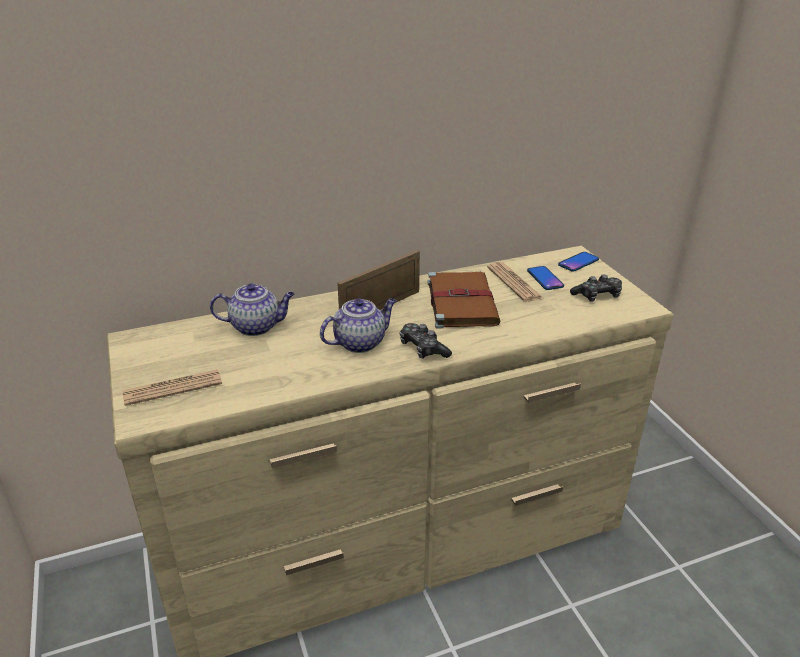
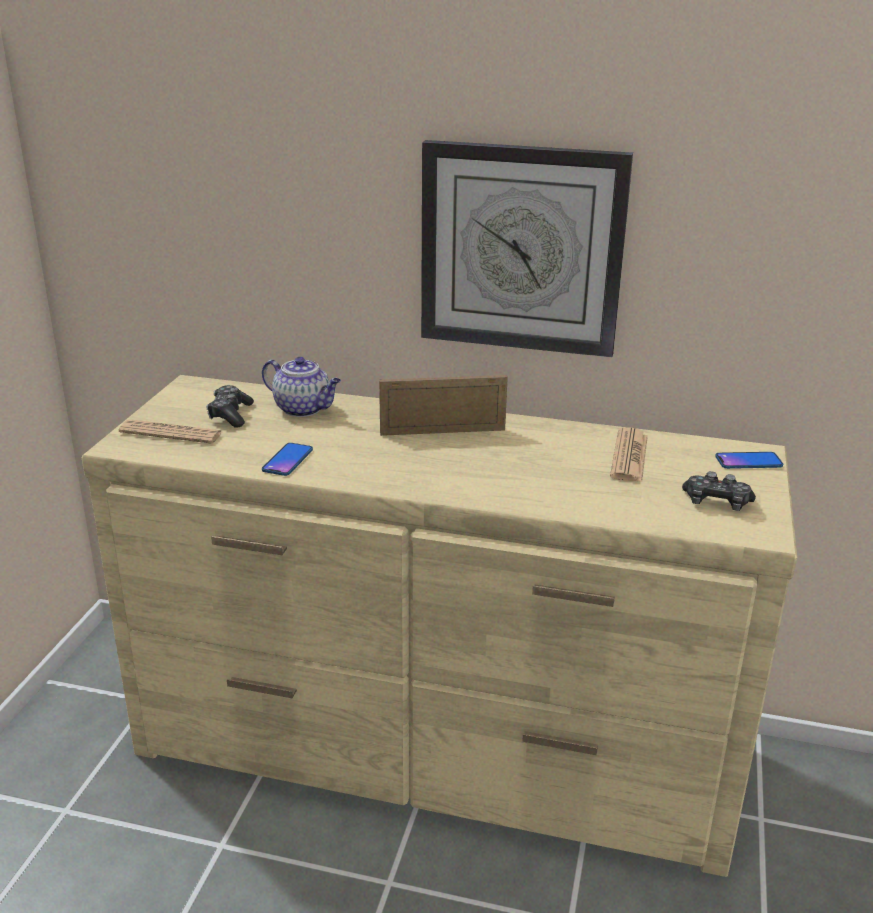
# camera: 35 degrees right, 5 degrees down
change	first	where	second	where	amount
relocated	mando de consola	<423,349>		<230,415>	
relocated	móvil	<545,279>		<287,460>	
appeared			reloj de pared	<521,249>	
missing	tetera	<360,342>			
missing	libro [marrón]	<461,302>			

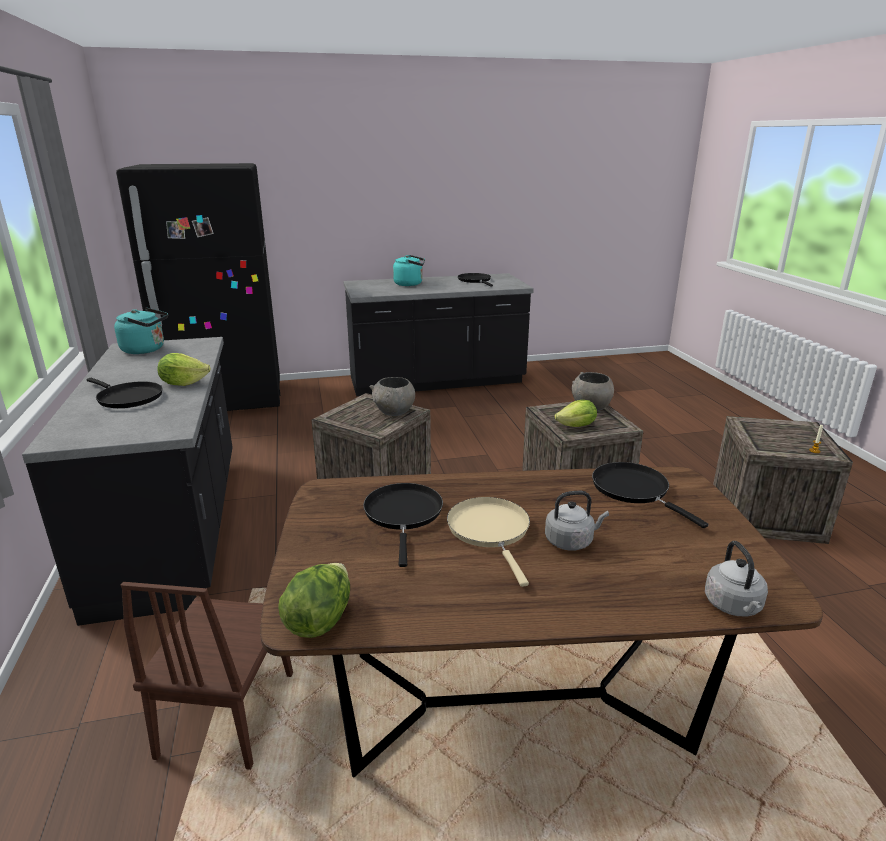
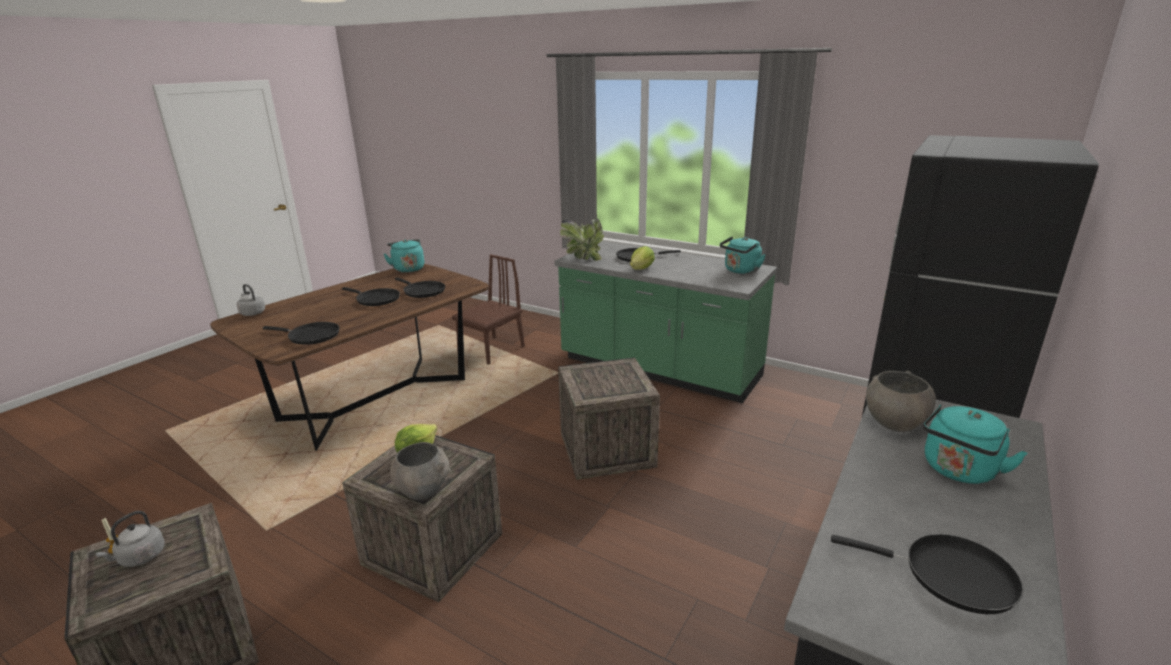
# camera: 135 degrees right, 0 degrees up
change	first	where	second	where	amount
relocated	hervidor [gris]	<571,541>		<140,558>	
colour	sartén [beis]	<490,531>	sartén [negro]	<376,299>	
exchanged	lechuga	<320,619>	hervidor [turquesa]	<408,268>	
spun	silla [marrón]	<228,713>		<491,350>	75 degrees clockwise
colour	mueble bajo de cocina [negro]	<174,527>	mueble bajo de cocina [verde]	<659,369>	
appeared			planta en maceta	<584,258>	
relocated	cuenco [gris]	<394,412>		<894,423>	

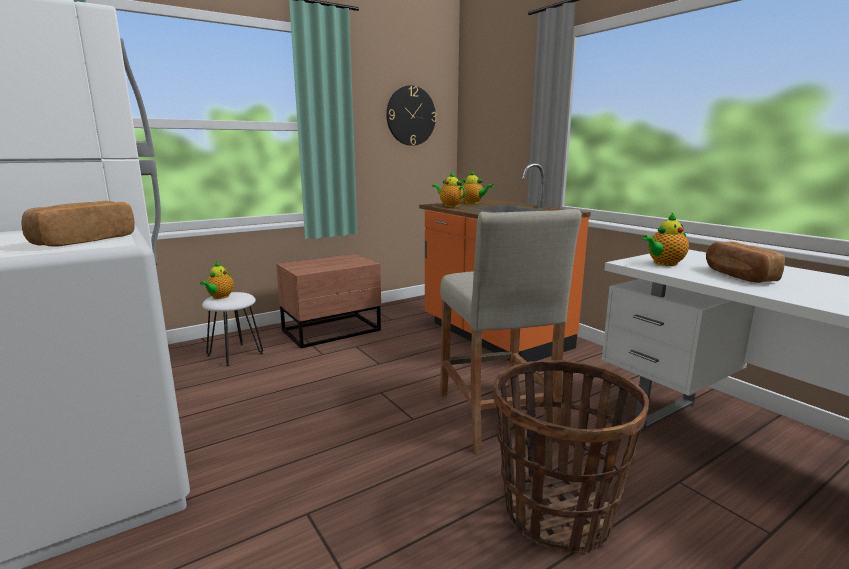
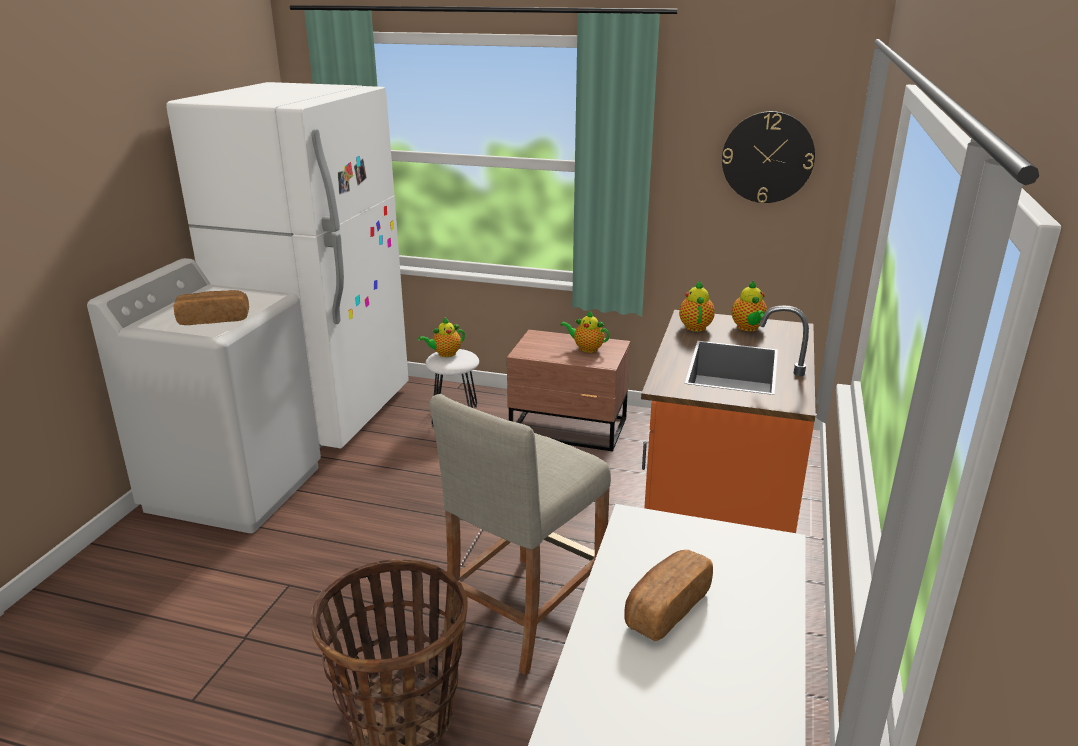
# camera: 50 degrees right, 10 degrees up
change	first	where	second	where	amount
relocated	tetera	<663,263>		<586,348>	

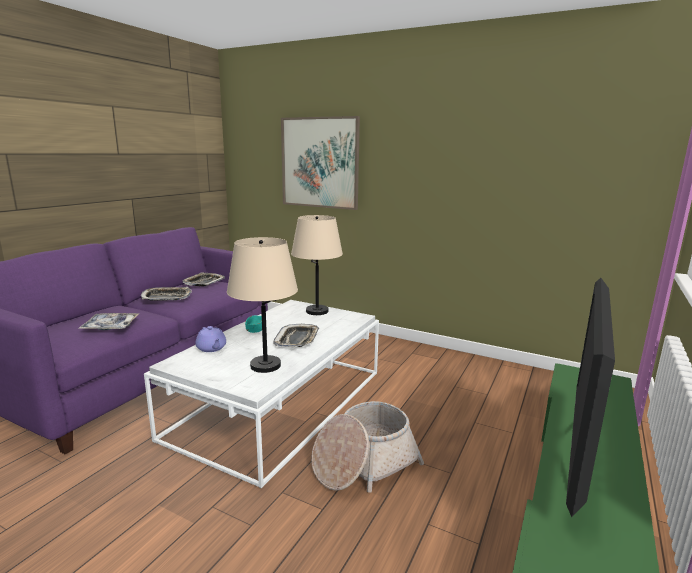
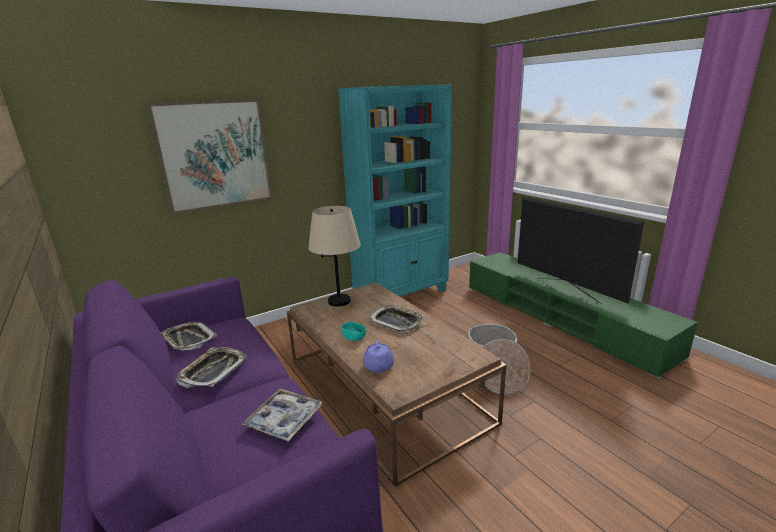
# camera: 60 degrees left, 5 degrees up
change	first	where	second	where	amount
colour	mesa de centro [blanco]	<280,402>	mesa de centro [marrón]	<384,389>	
appeared			estantería [turquesa]	<402,294>	
spun	tetera [morado]	<211,348>		<378,366>	90 degrees clockwise
missing	lámpara de mesa [beis]	<265,366>			

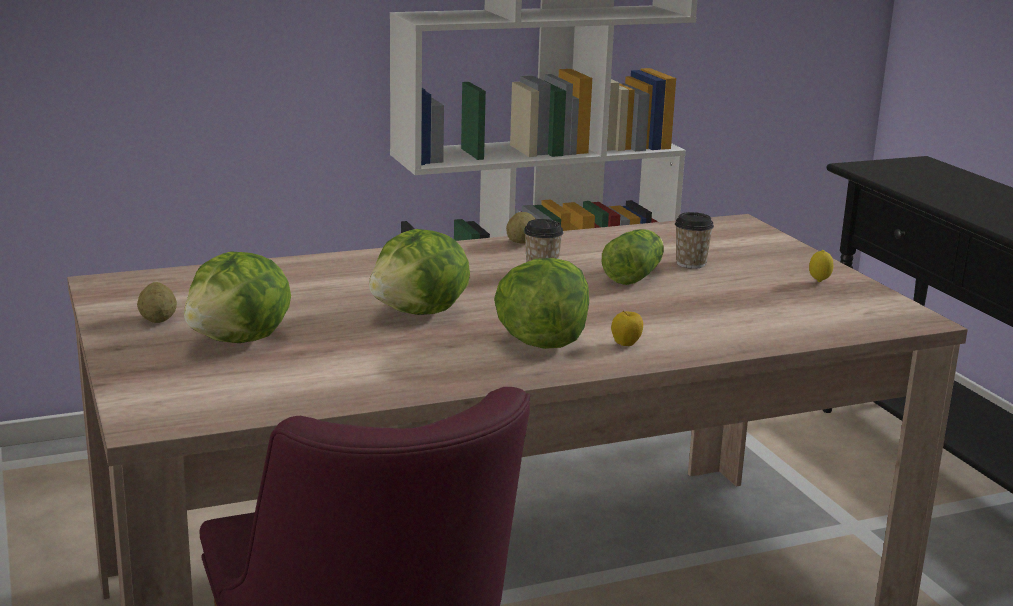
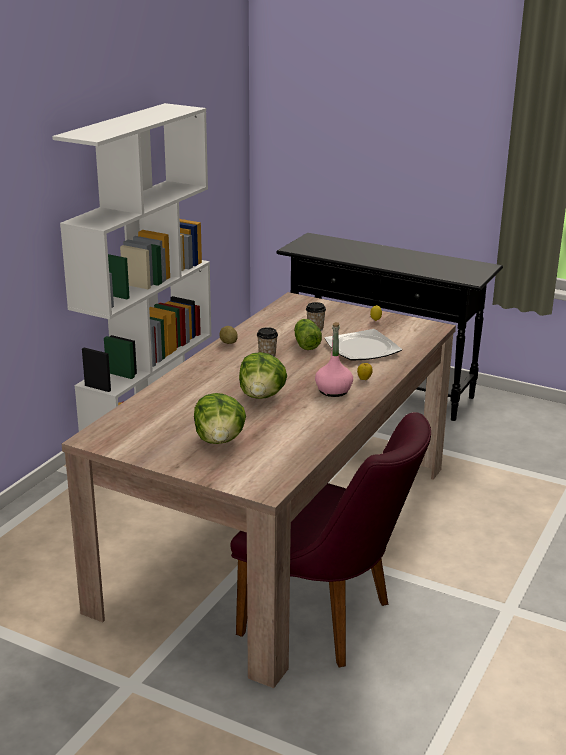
# camera: 40 degrees left, 5 degrees up
change	first	where	second	where	amount
exchanged	lechuga	<541,342>	botella [rosa]	<333,391>	
appeared			plato	<361,348>	
missing	patata	<158,320>			

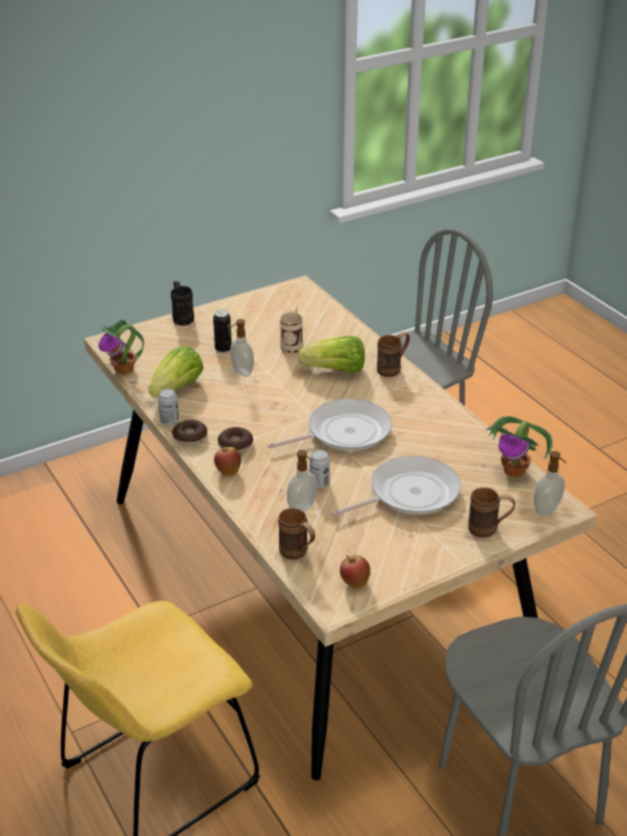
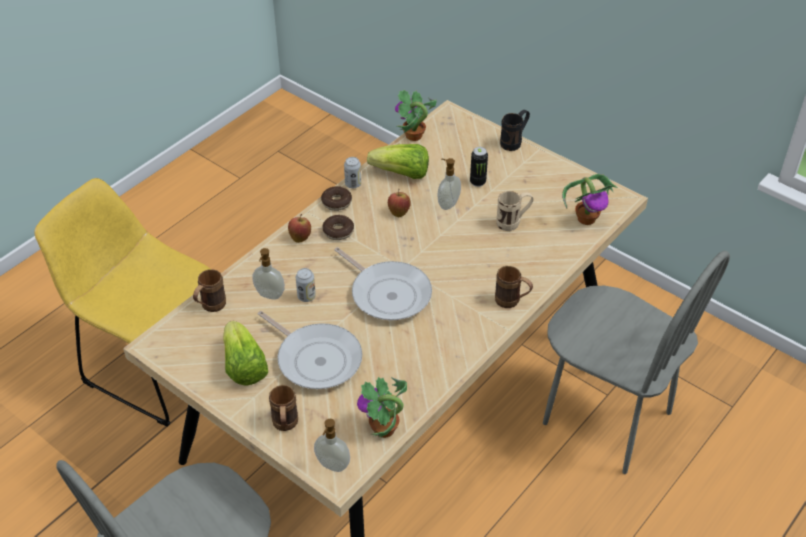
# camera: 70 degrees right, 10 degrees up
change	first	where	second	where	amount
relocated	lechuga	<336,371>		<244,366>	
relocated	manzana	<354,582>		<398,212>	
appeared			planta en maceta	<587,218>	

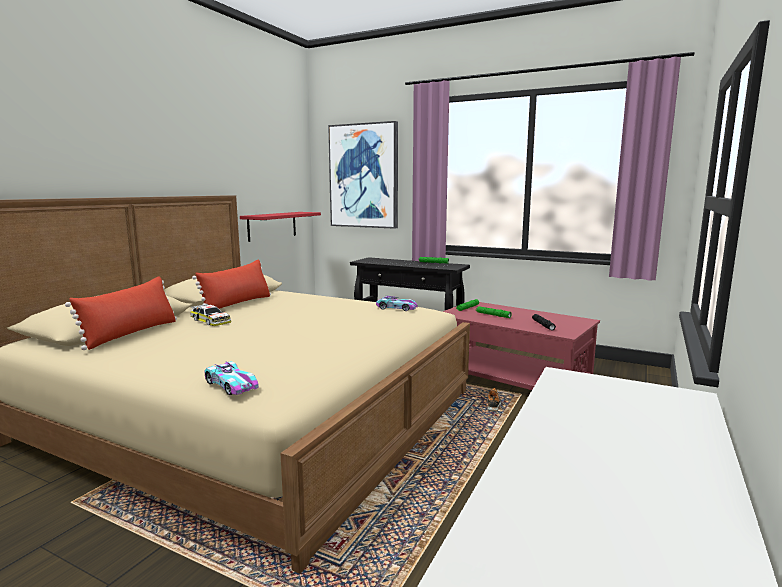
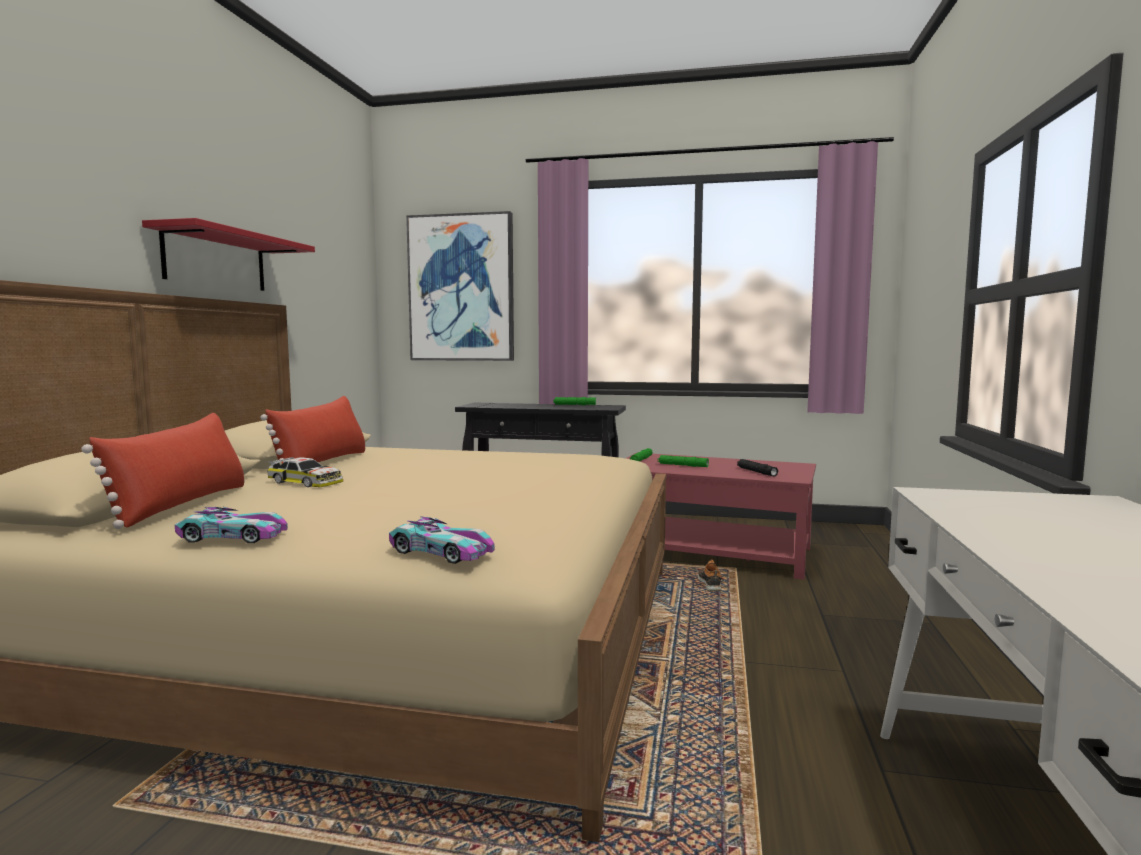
# camera: 15 degrees left, 5 degrees down
change	first	where	second	where	amount
relocated	estante [rojo]	<272,226>		<216,260>	
relocated	coche de juguete	<396,308>		<233,536>	

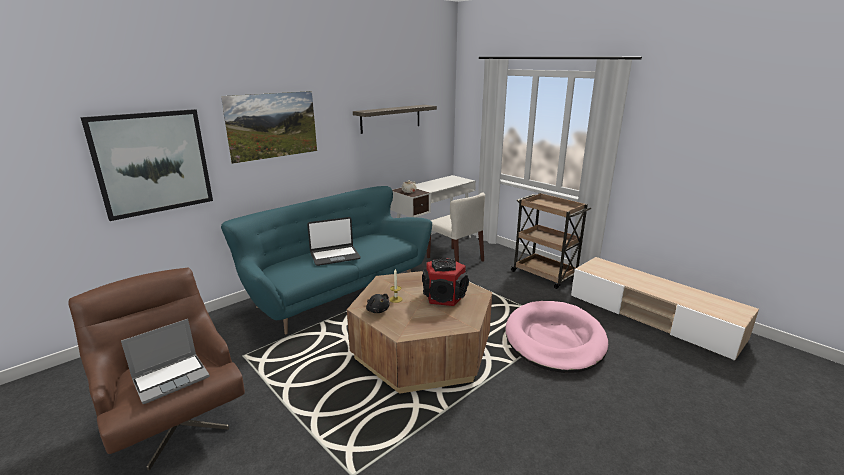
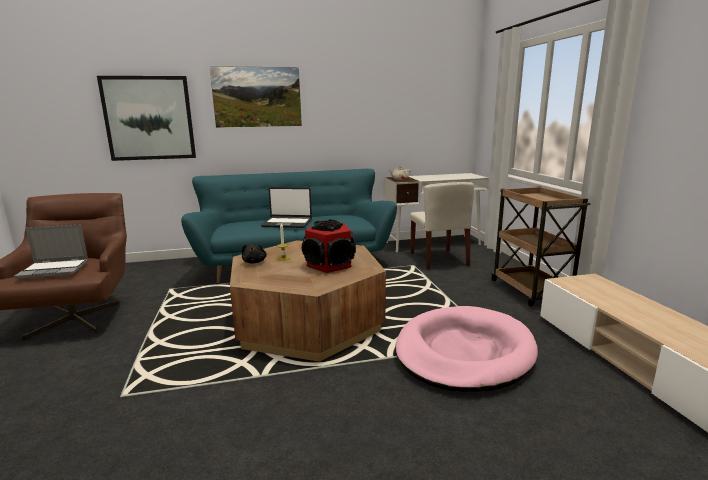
# camera: 30 degrees right, 5 degrees down
change	first	where	second	where	amount
missing	estante	<391,118>			

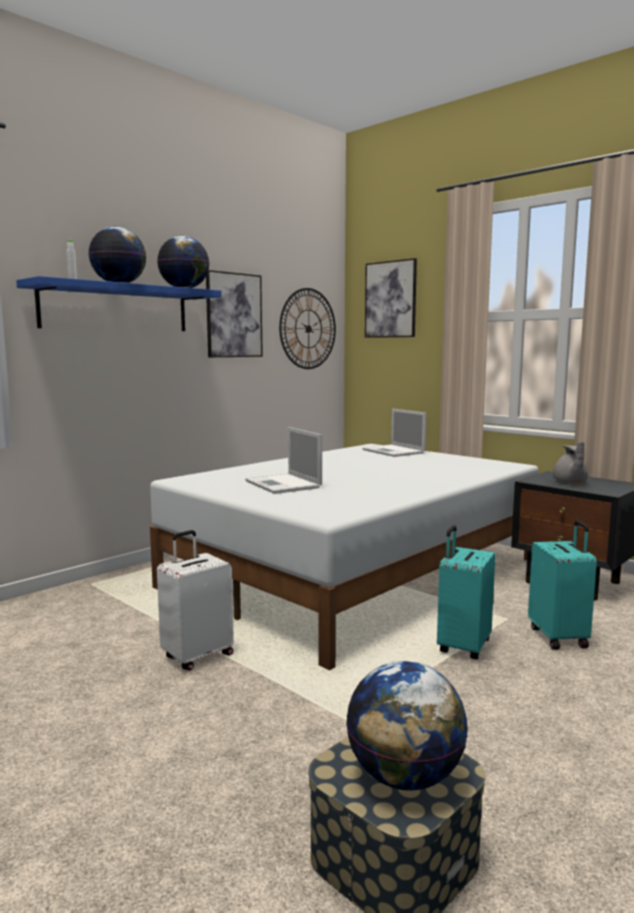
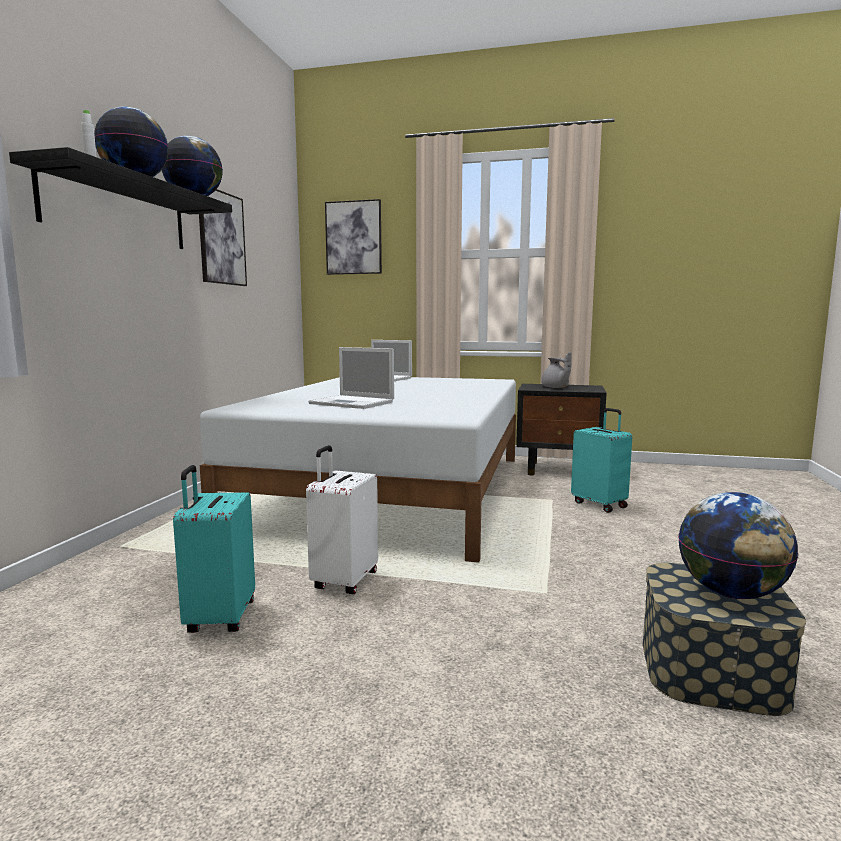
# camera: 30 degrees left, 0 degrees up
change	first	where	second	where	amount
colour	estante [azul]	<116,308>	estante [negro]	<118,211>	
relocated	maleta [turquesa]	<462,646>		<219,618>	
missing	reloj de pared	<308,329>			

